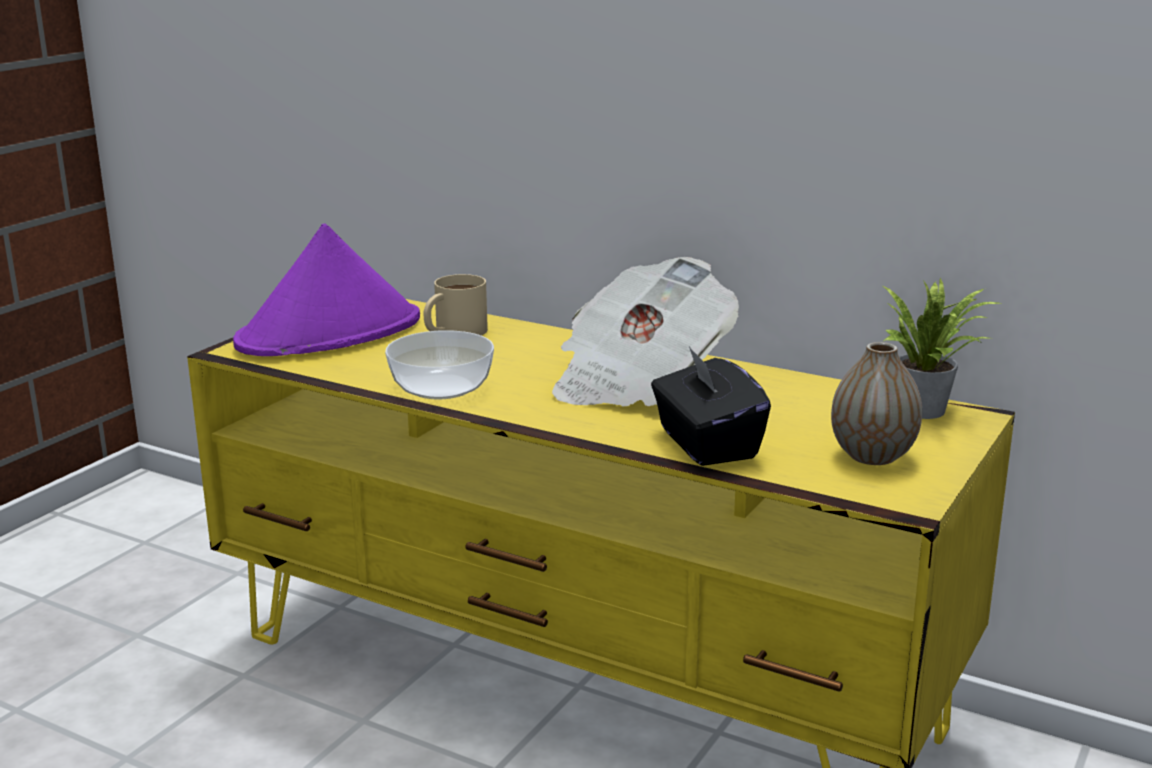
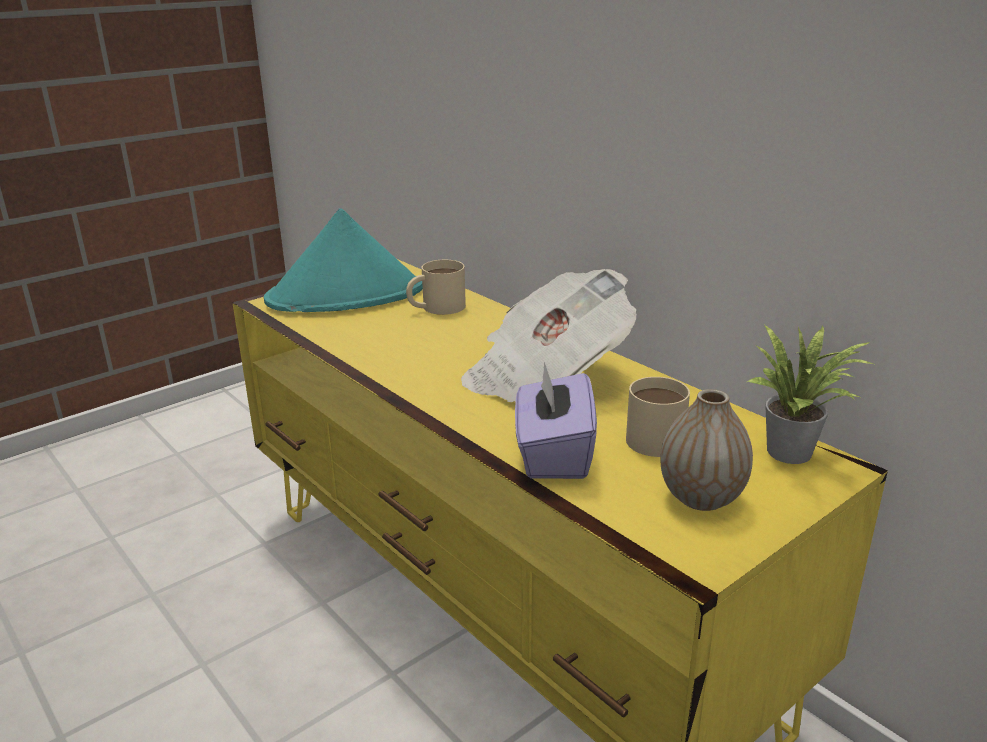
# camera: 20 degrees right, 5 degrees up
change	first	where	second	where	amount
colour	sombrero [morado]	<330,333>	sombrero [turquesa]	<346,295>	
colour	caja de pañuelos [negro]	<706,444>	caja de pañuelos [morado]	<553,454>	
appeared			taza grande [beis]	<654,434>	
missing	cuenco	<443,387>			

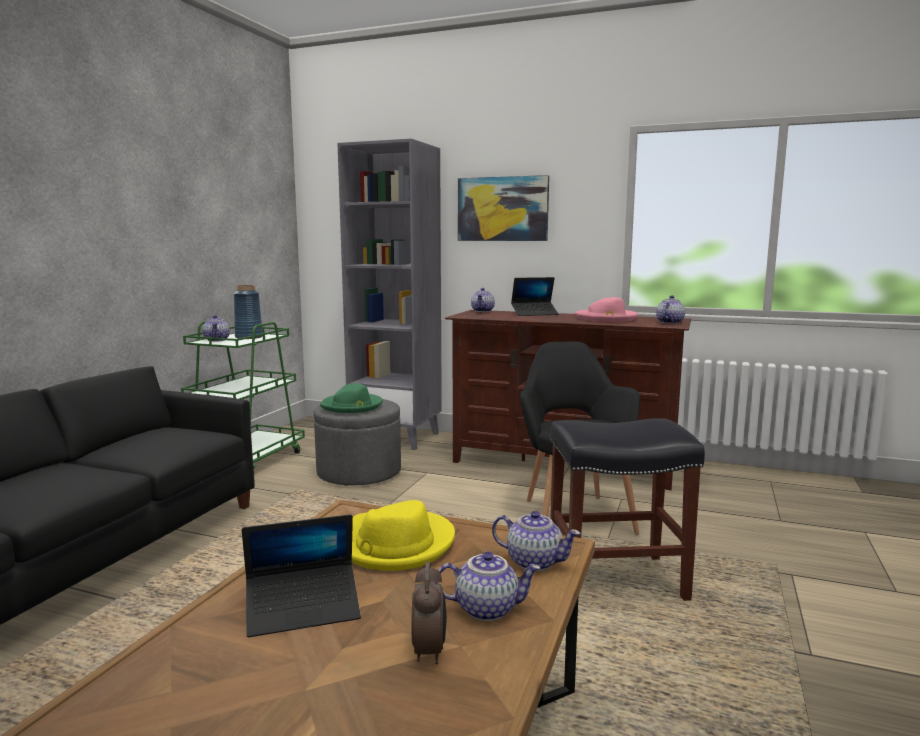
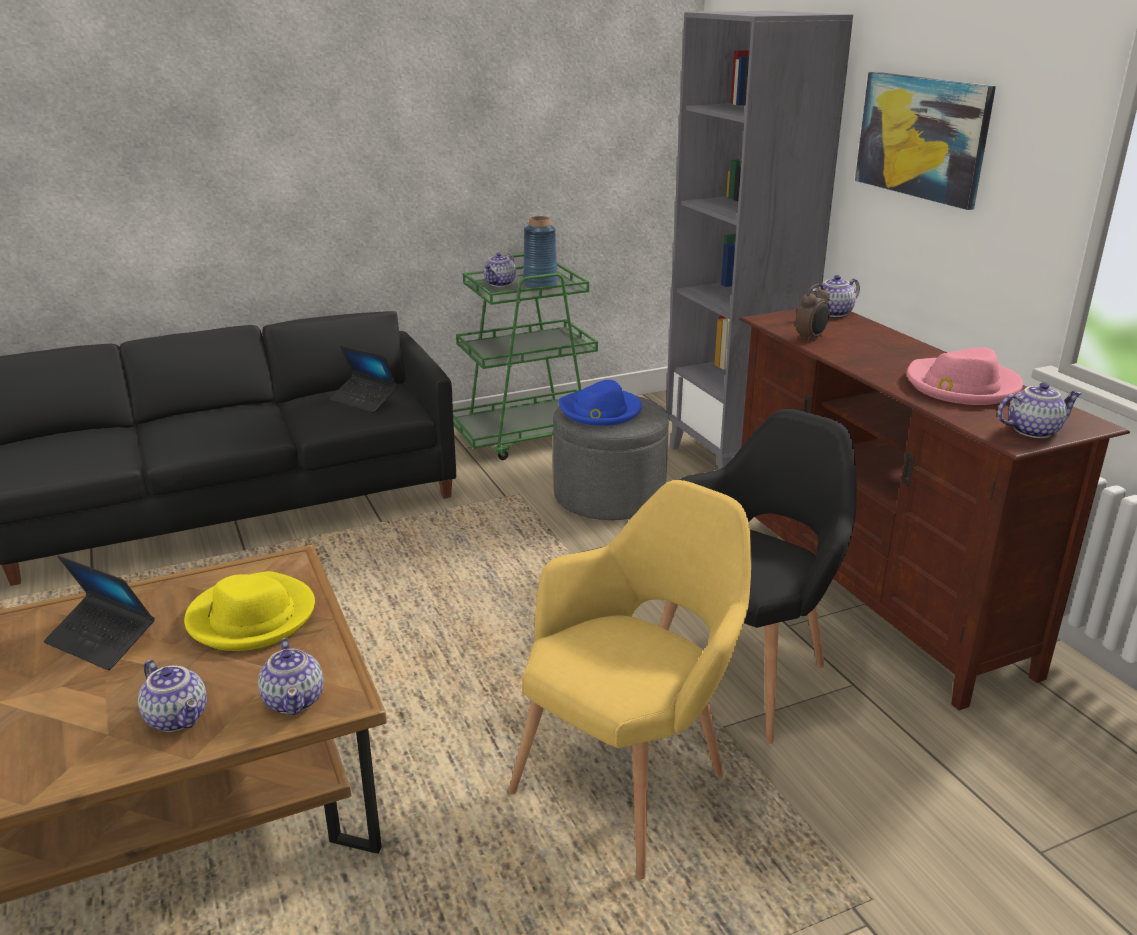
# camera: 45 degrees right, 15 degrees up
change	first	where	second	where	amount
relocated	portátil	<534,314>		<364,400>	
exchanged	taburete [negro]	<617,579>	sillón [amarillo]	<632,780>	
colour	sombrero [verde]	<352,406>	sombrero [azul]	<600,411>	
relocated	despertador	<430,651>		<811,338>	

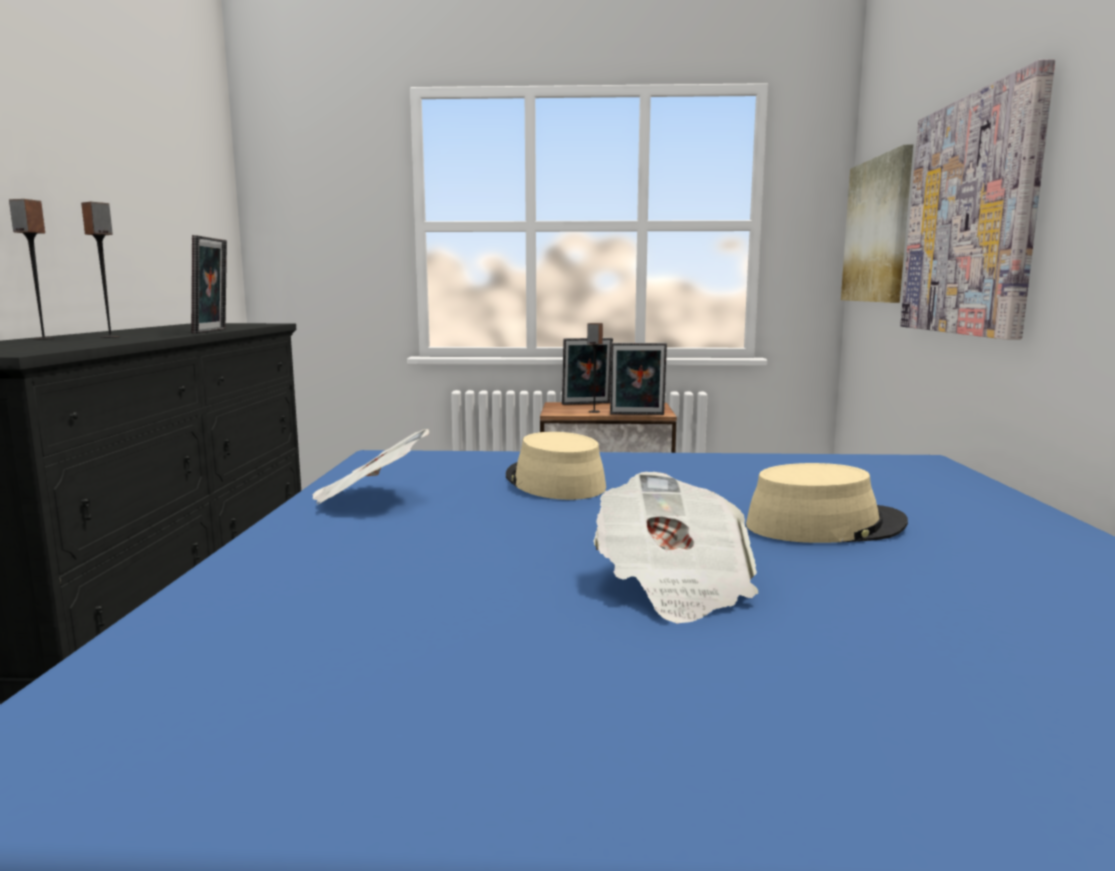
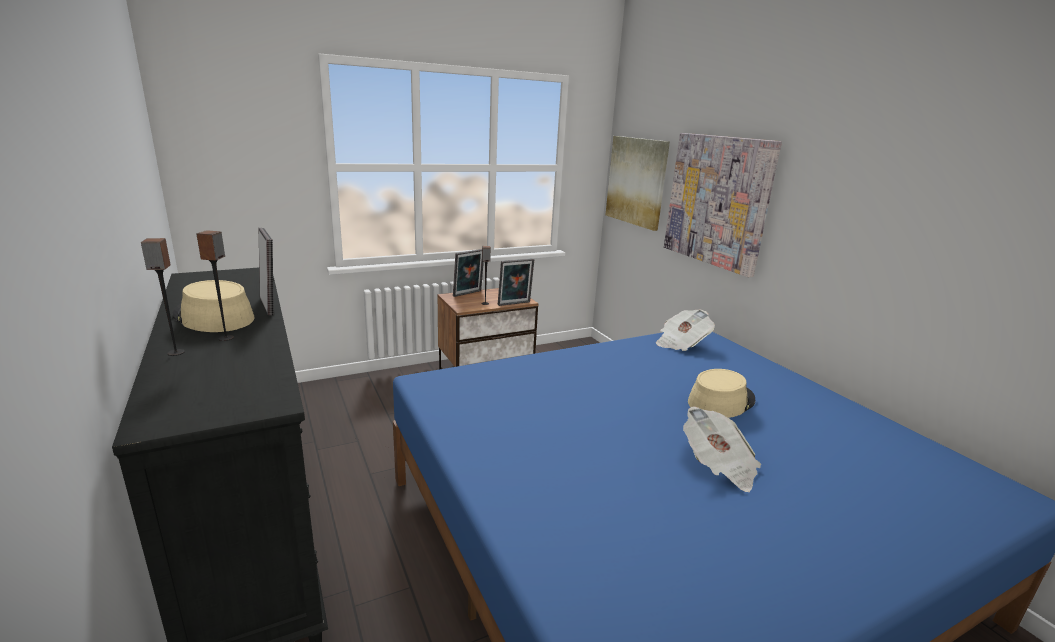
# camera: 30 degrees left, 10 degrees up
change	first	where	second	where	amount
relocated	sombrero [beis]	<553,482>		<213,317>	
relocated	periódico	<368,498>		<681,343>	

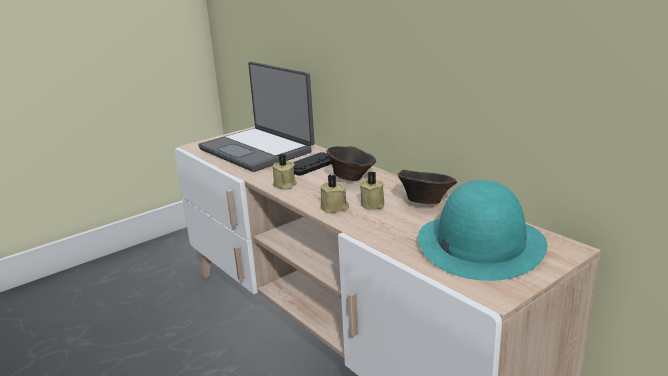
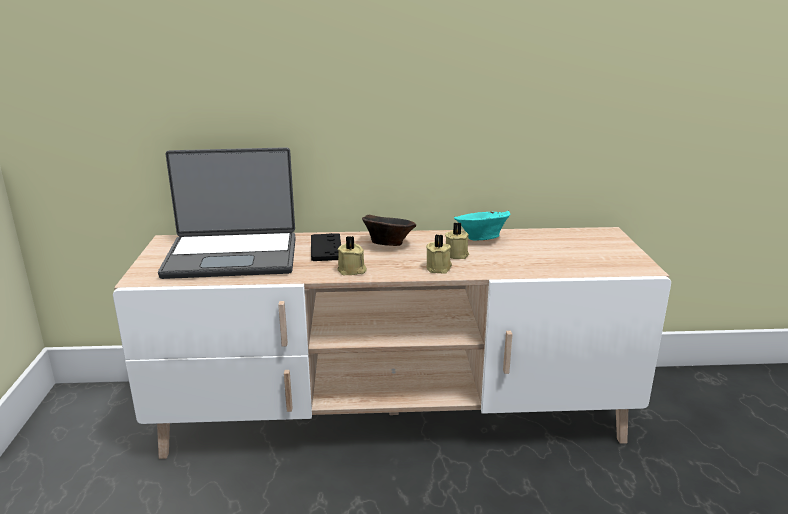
# camera: 55 degrees left, 0 degrees up
change	first	where	second	where	amount
colour	cuenco [marrón]	<425,202>	cuenco [turquesa]	<480,239>	
missing	sombrero [turquesa]	<480,244>			

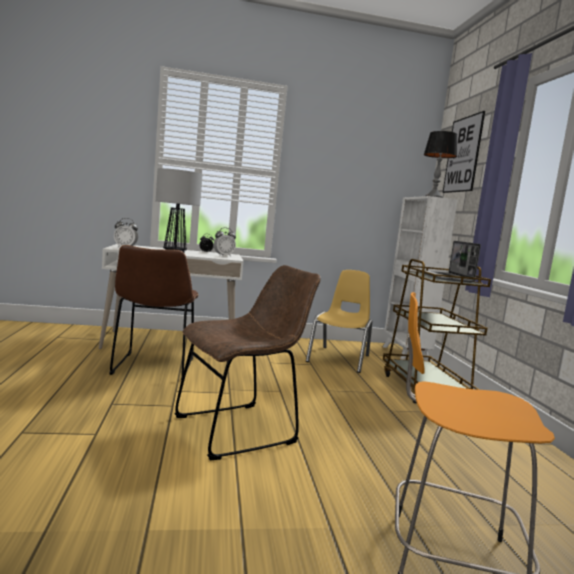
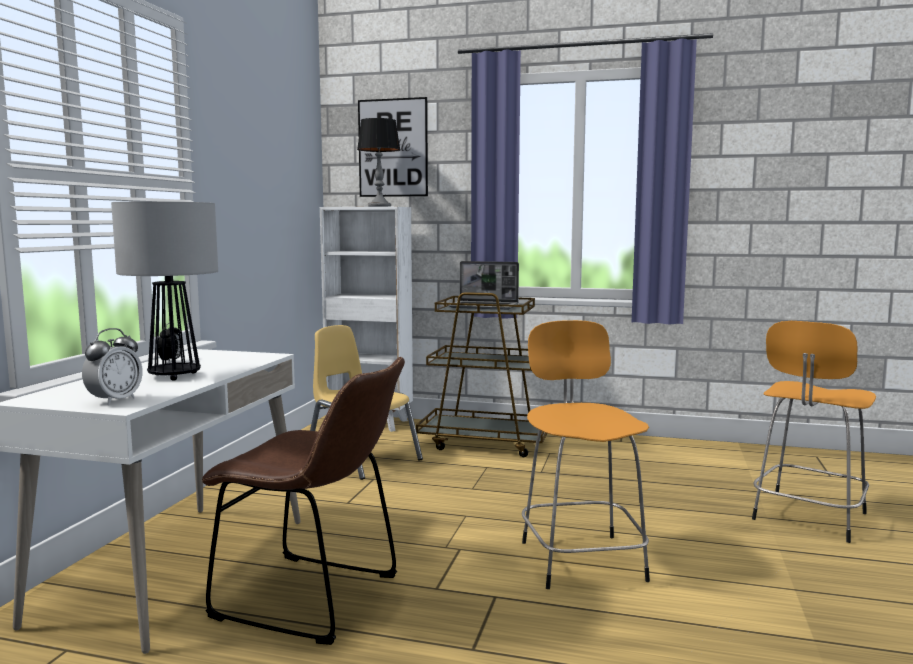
# camera: 65 degrees left, 0 degrees up
change	first	where	second	where	amount
exchanged	silla [marrón]	<240,429>	taburete [naranja]	<580,558>	
missing	despertador	<223,256>			

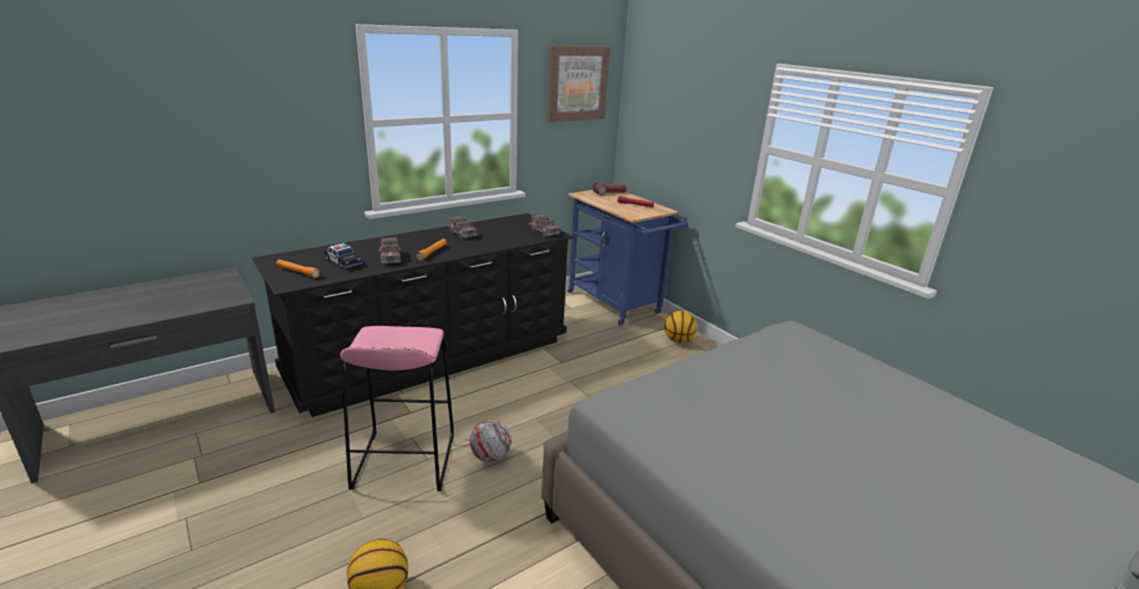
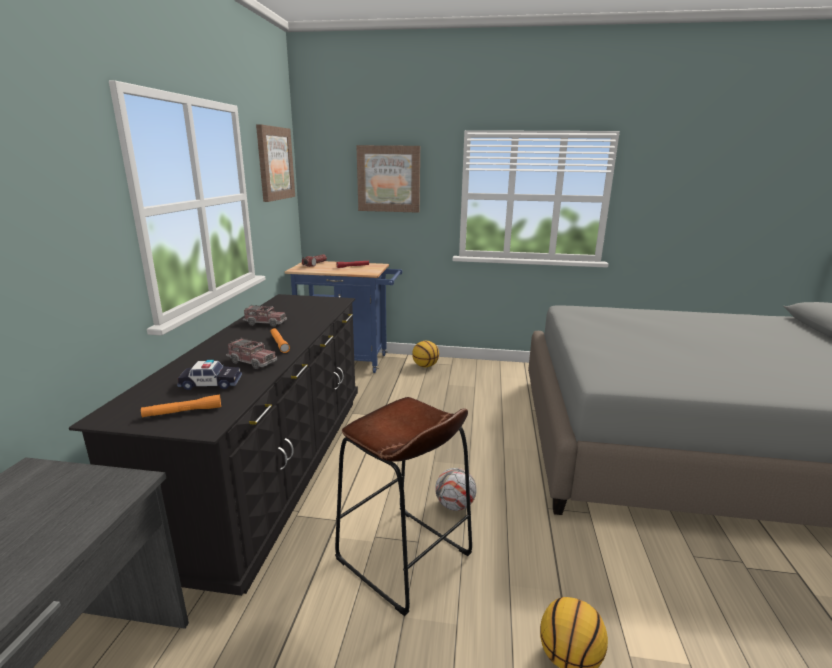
# camera: 45 degrees left, 5 degrees down
change	first	where	second	where	amount
colour	taburete [rosa]	<404,461>	taburete [marrón]	<403,557>	
appeared			cuadro	<389,179>	
missing	camión de juguete	<544,231>			

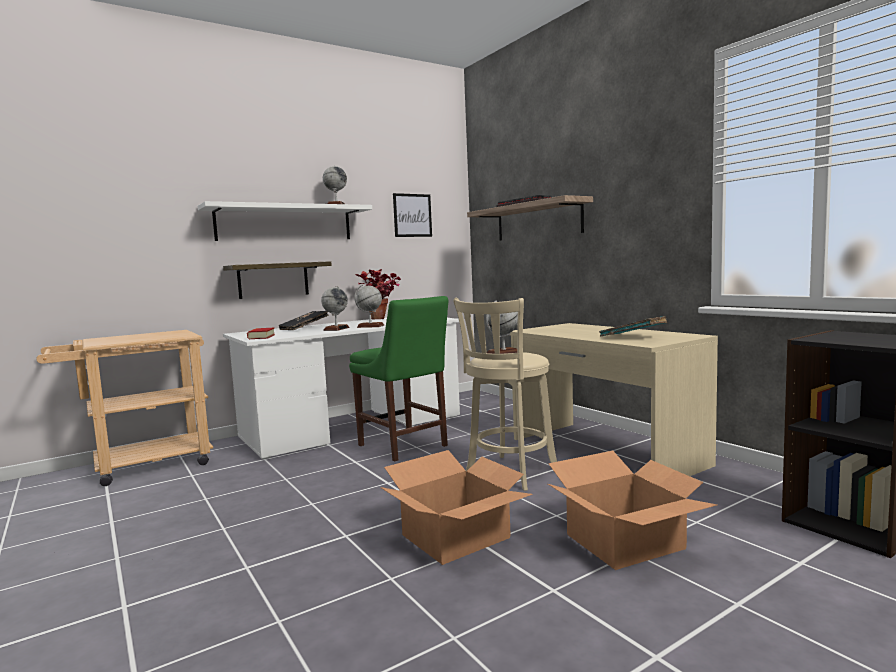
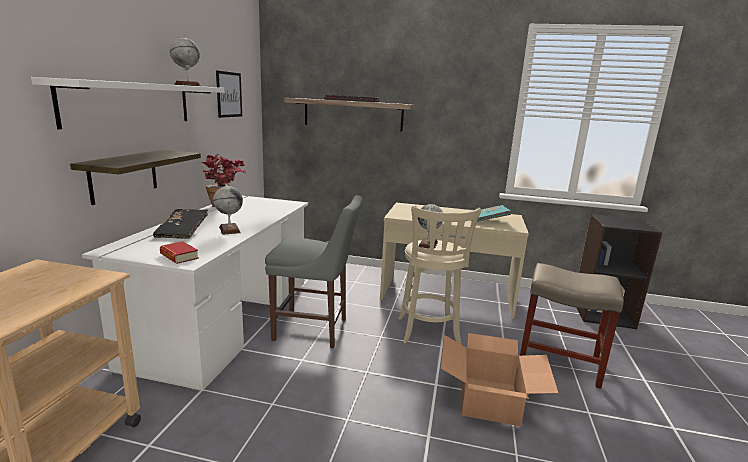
# camera: 45 degrees left, 10 degrees up
change	first	where	second	where	amount
colour	silla [verde]	<404,446>	silla [gris]	<314,330>	
exchanged	caja de cartón	<626,542>	taburete [beis]	<560,362>	
missing	globo terráqueo	<370,326>			

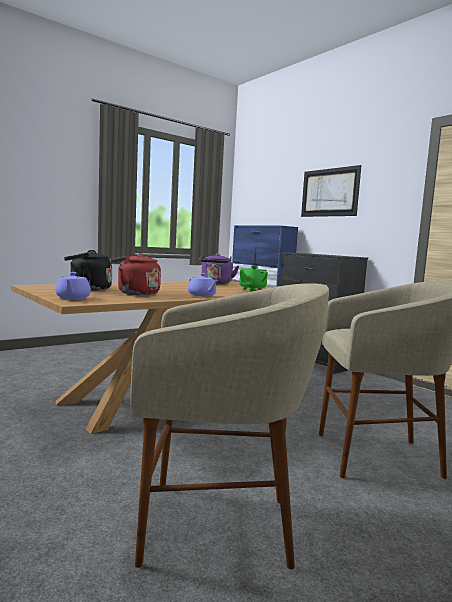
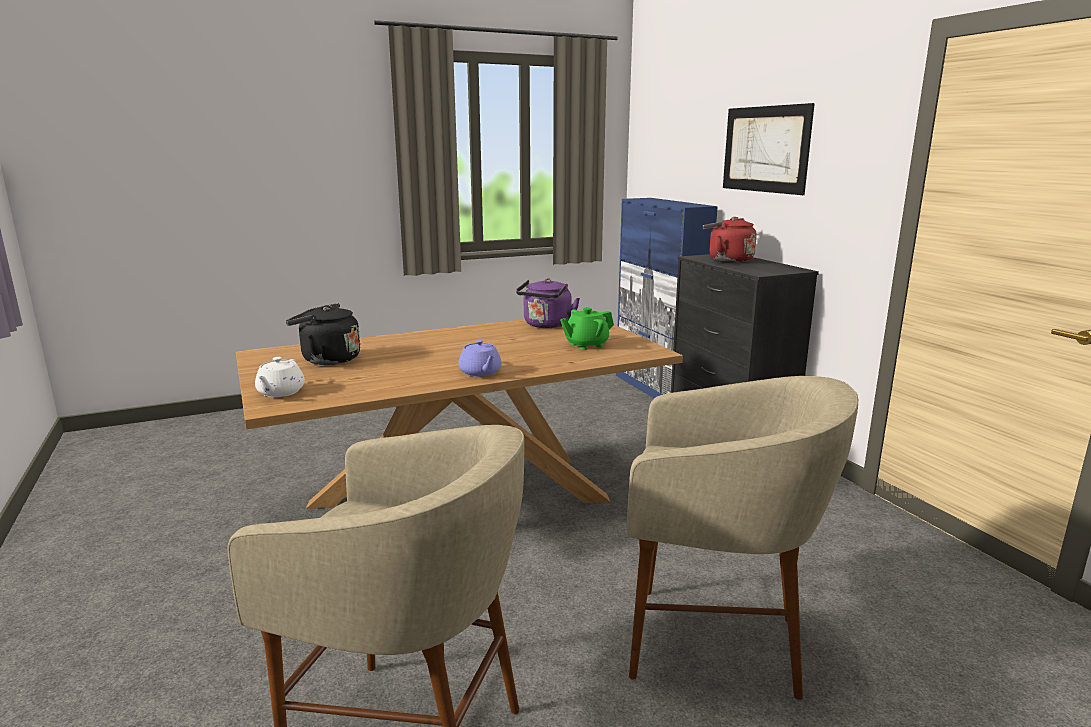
# camera: 15 degrees right, 10 degrees up
change	first	where	second	where	amount
colour	tetera [morado]	<72,298>	tetera [blanco]	<280,392>	
relocated	hervidor [rojo]	<136,293>		<727,260>	

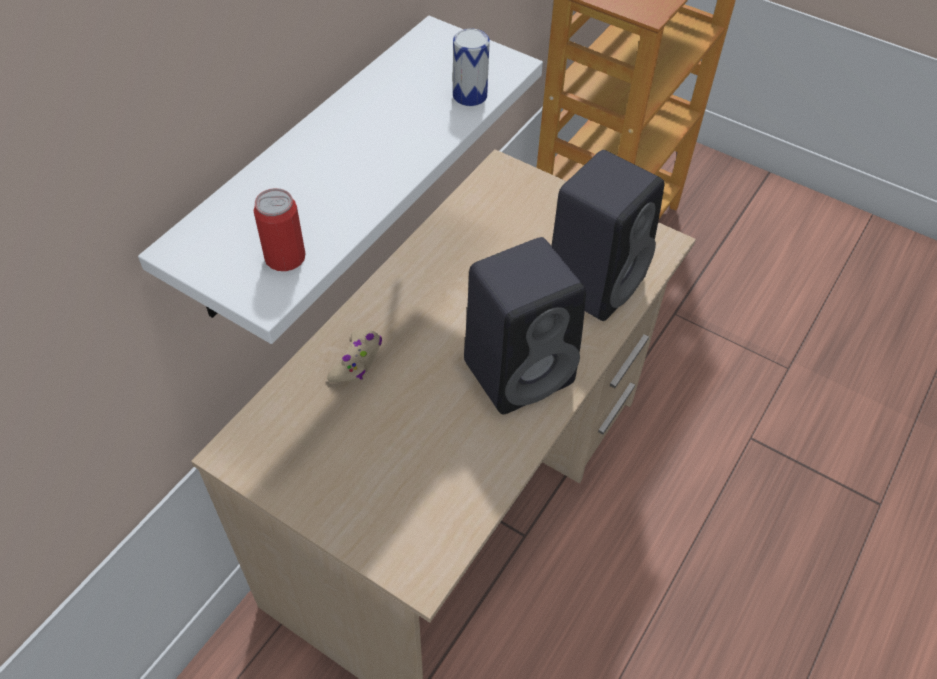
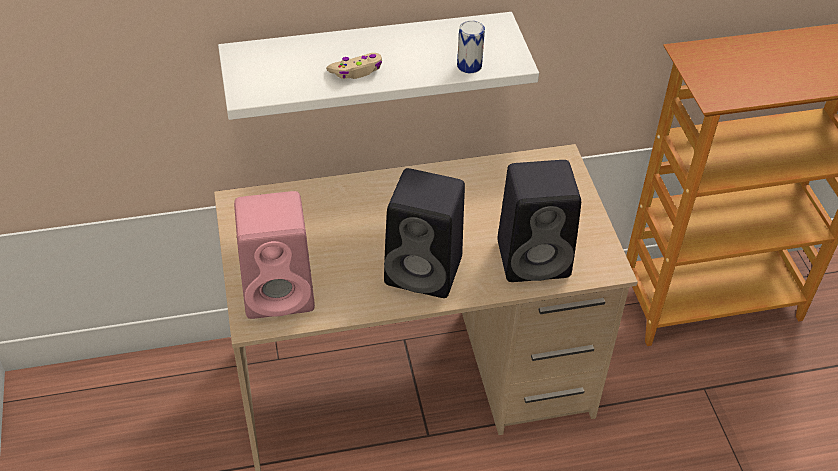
# camera: 45 degrees right, 5 degrees down
change	first	where	second	where	amount
appeared			altavoz [rosa]	<281,292>	
relocated	mando de consola [beis]	<357,361>		<356,71>	
missing	lata	<285,257>			

